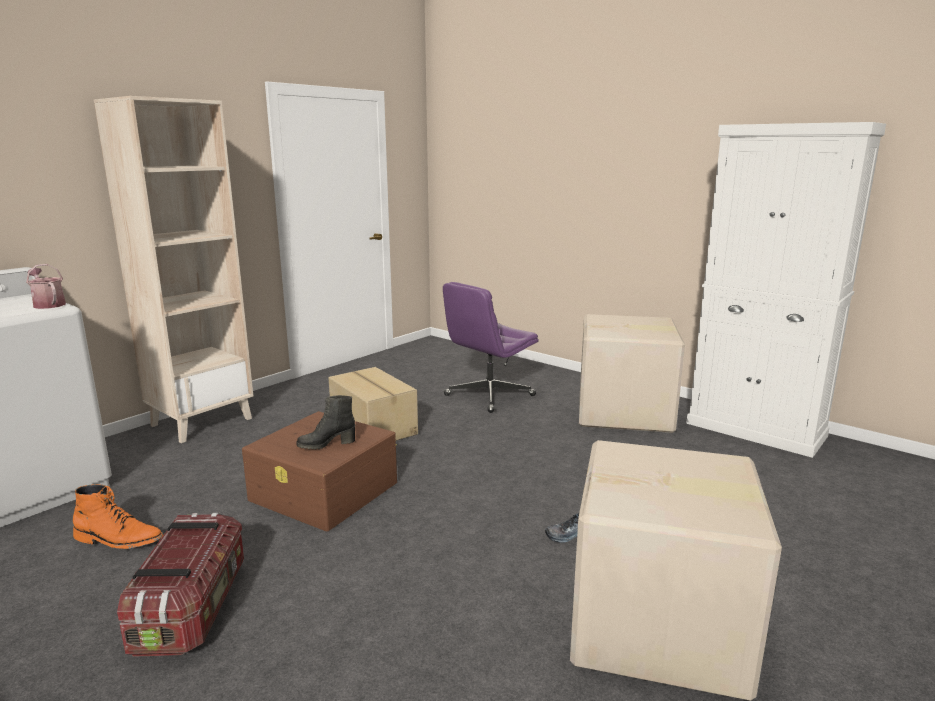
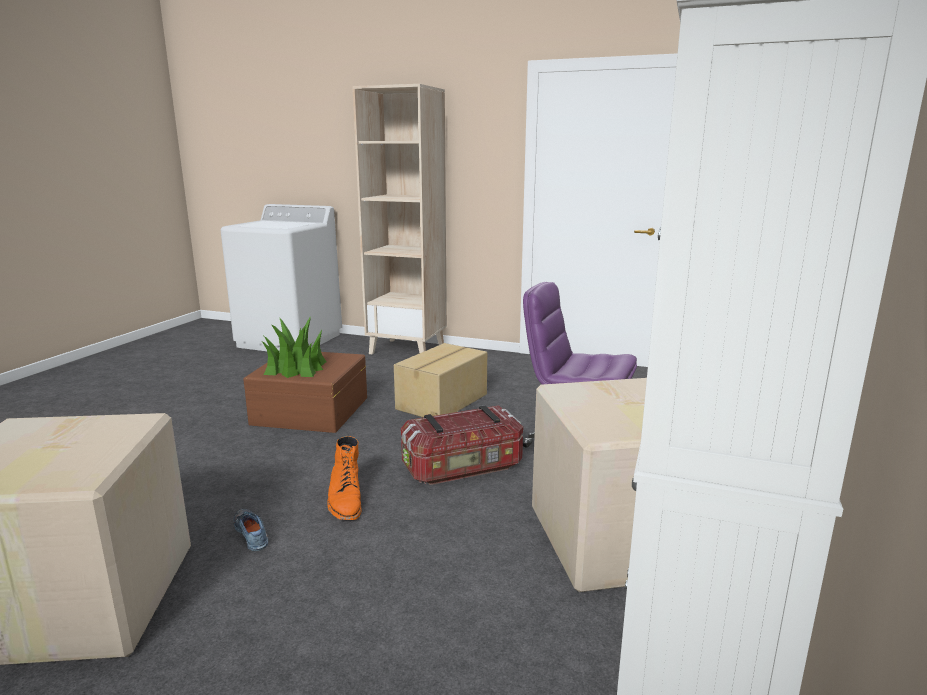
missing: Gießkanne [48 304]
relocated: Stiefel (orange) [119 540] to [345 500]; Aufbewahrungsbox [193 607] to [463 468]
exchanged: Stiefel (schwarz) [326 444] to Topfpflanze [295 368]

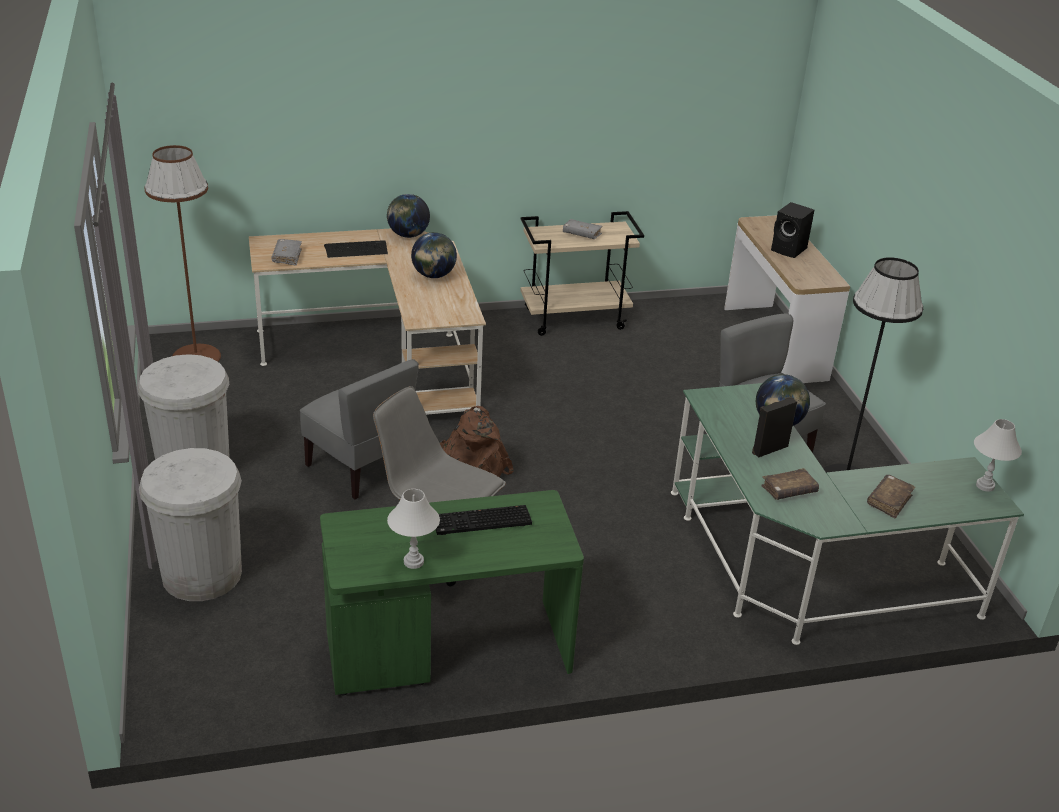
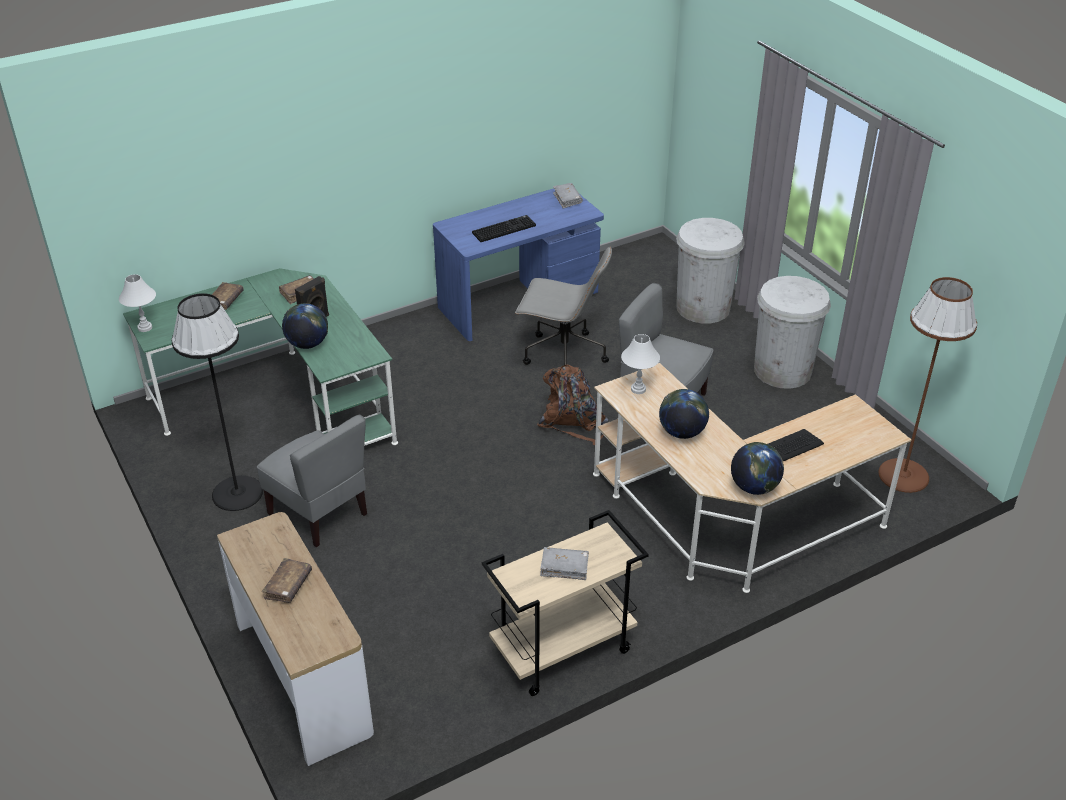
relocated: Buch (grau) [287 257] to [567 199]; Tischlampe (weiß) [414 562] to [638 389]
exchanged: Lautsprecher (schwarz) [790 250] to Buch (braun) [288 586]
colour: Schreibtisch (grün) [448 650] to Schreibtisch (blau) [519 301]

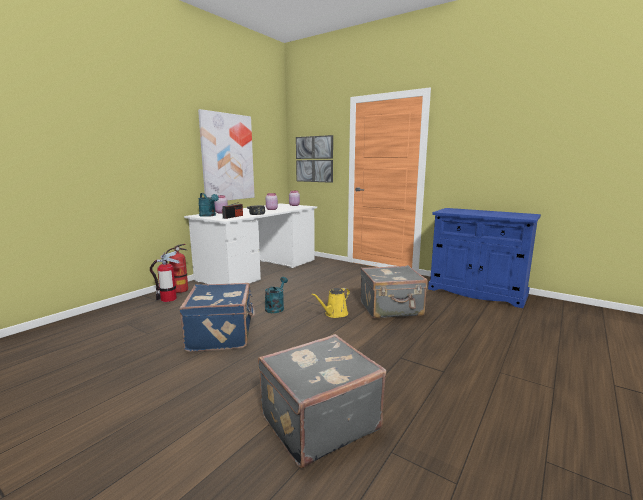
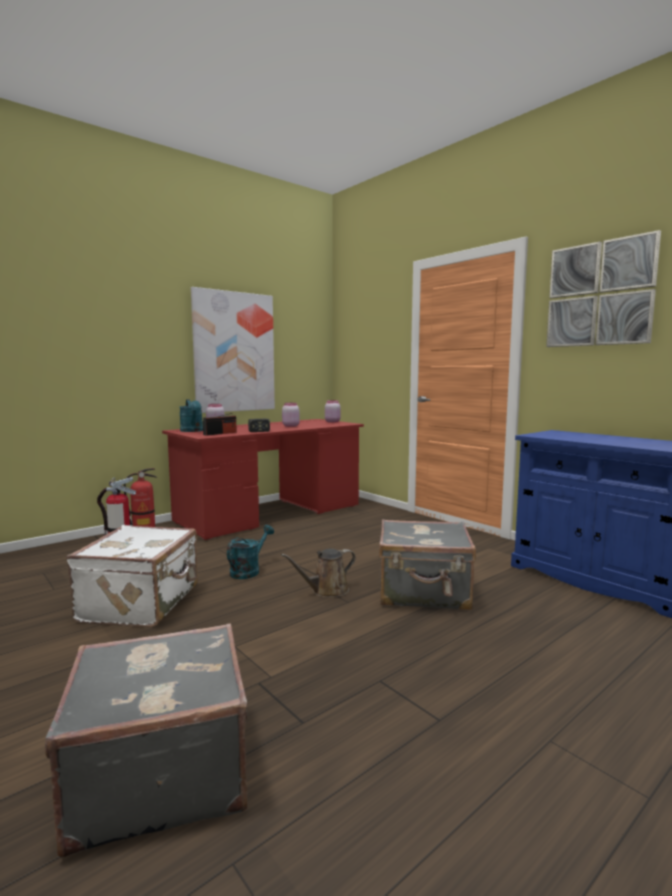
relocated: Bild [314 159] to [599 294]
colour: Schreibtisch (weiß) [259 270] to Schreibtisch (rot) [270 513]; Koffer (blau) [222 335] to Koffer (weiß) [142 603]; Gießkanne (gelb) [334 314] to Gießkanne (braun) [326 591]

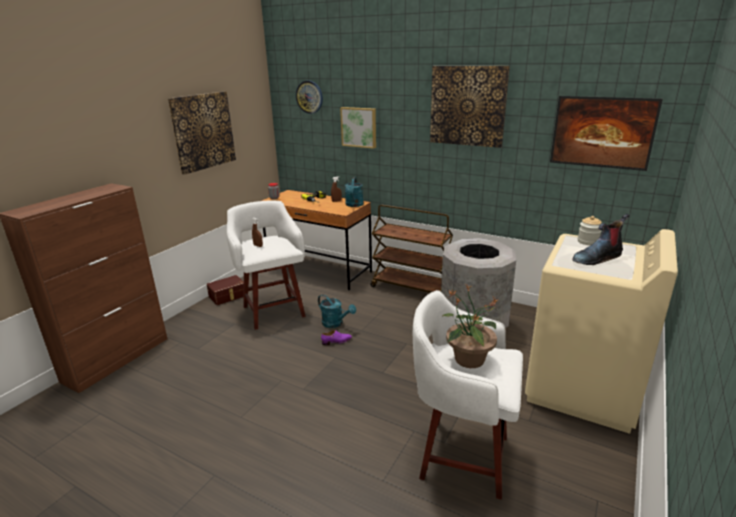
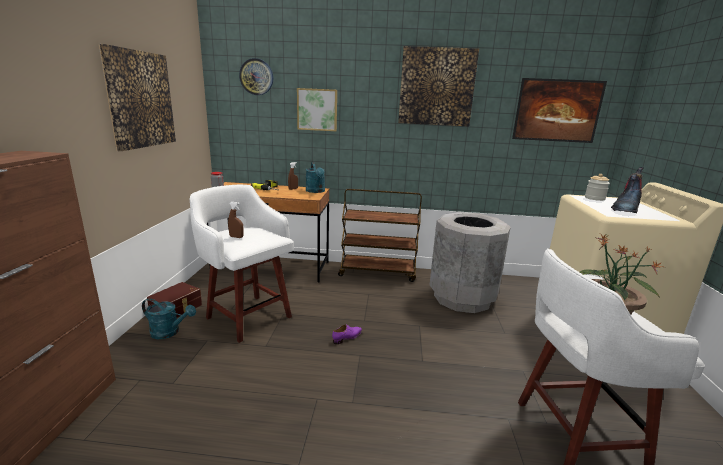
relocated: Gießkanne (türkis) [335 323] to [169 332]

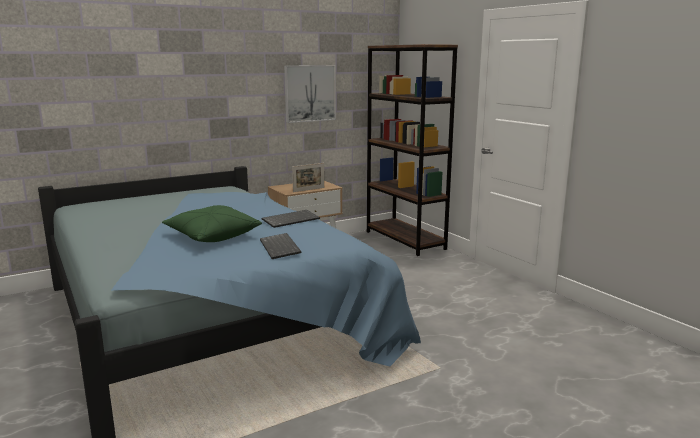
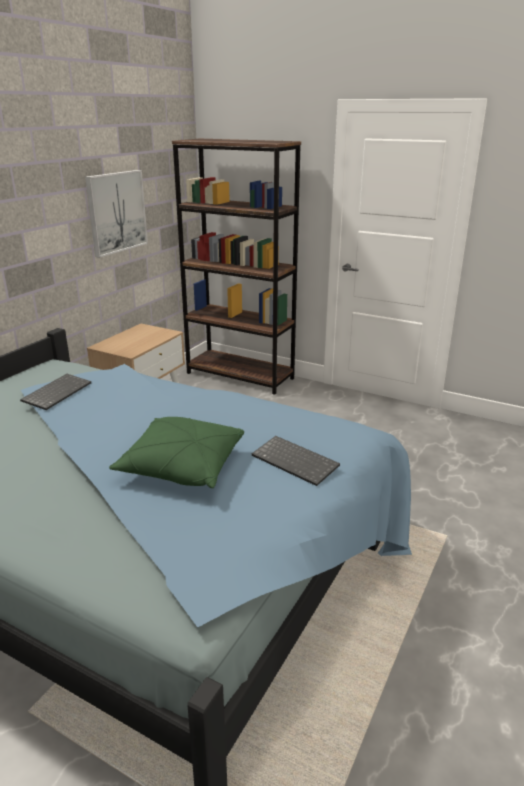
missing: Bilderrahmen [308 189]
relocated: Tastatur [291 220] to [57 392]

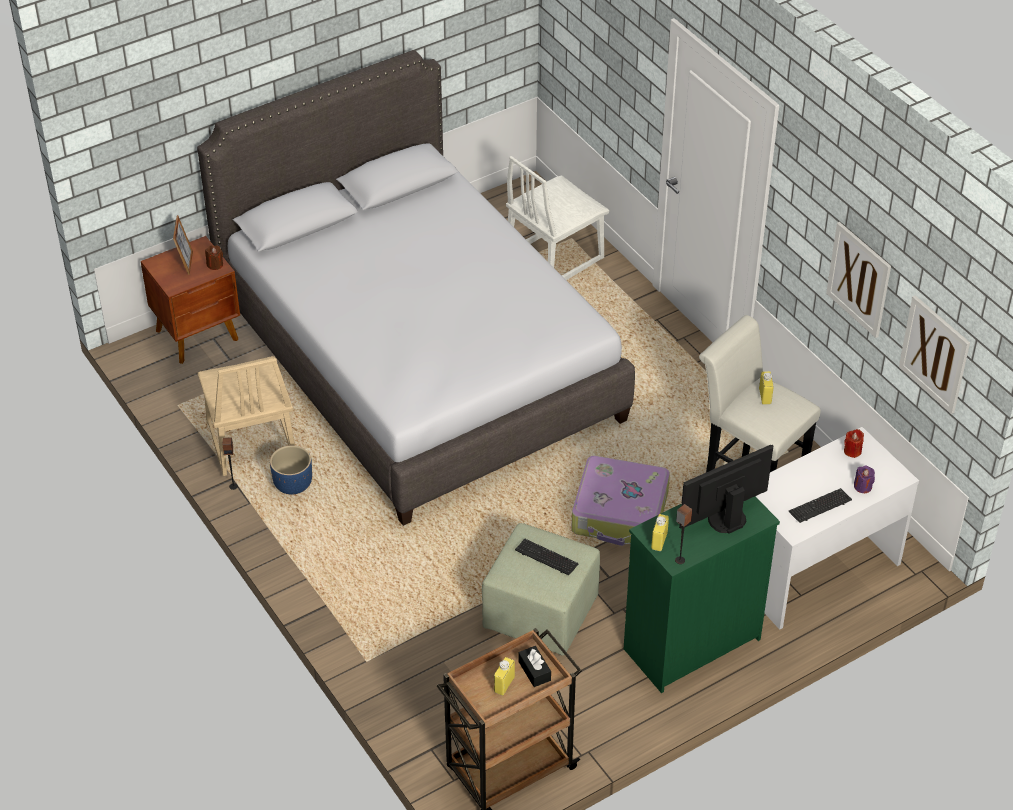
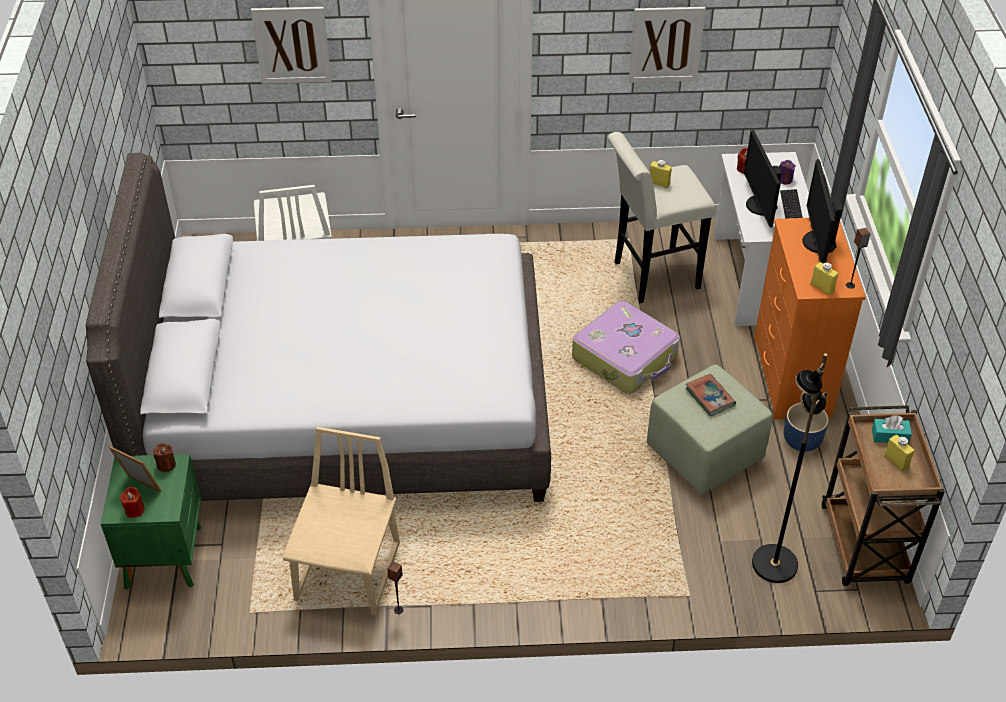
appeared: Monitor [760 205]; Stehlampe (schwarz) [773 564]; Kerze (rot) [134 510]
relocated: Bild [934 354] to [292 45]; Pflanzkübel (blau) [292 484] to [801 441]
exchanged: Tastatur [546 558] to Buch [710 397]
colour: Nachttisch (braun) [198 336] to Nachttisch (grün) [165 556]; Kommode (grün) [690 644] to Kommode (orange) [791 378]; Taschentuchbox (schwarz) [534 671] to Taschentuchbox (türkis) [890 436]
spun: Stuhl (beige) [250 442] = [349 572] 90 degrees counterclockwise

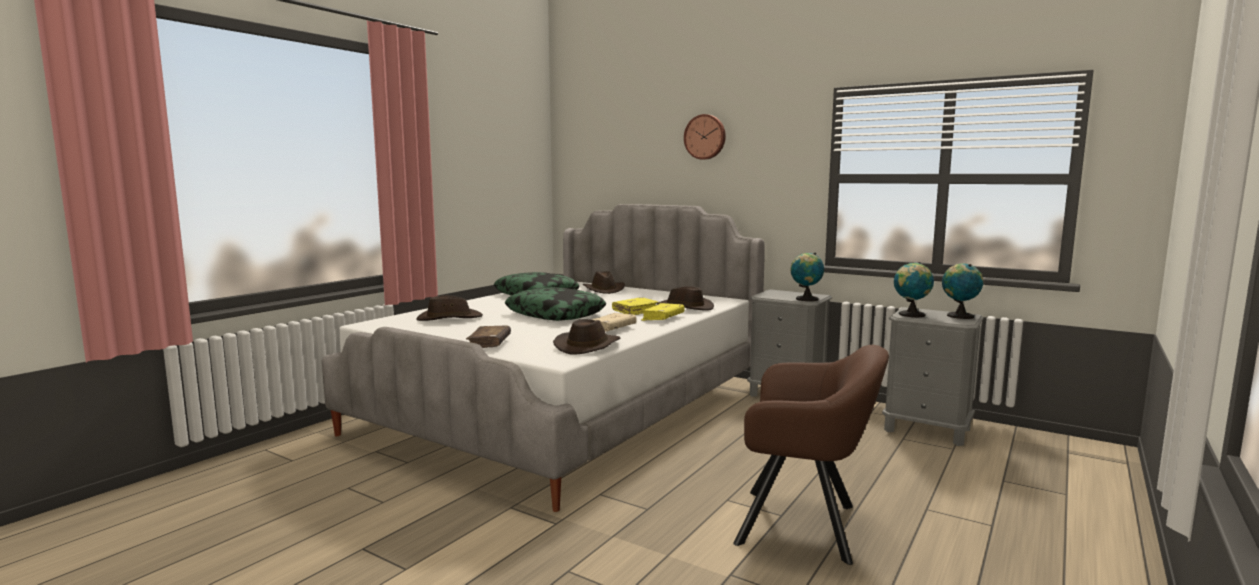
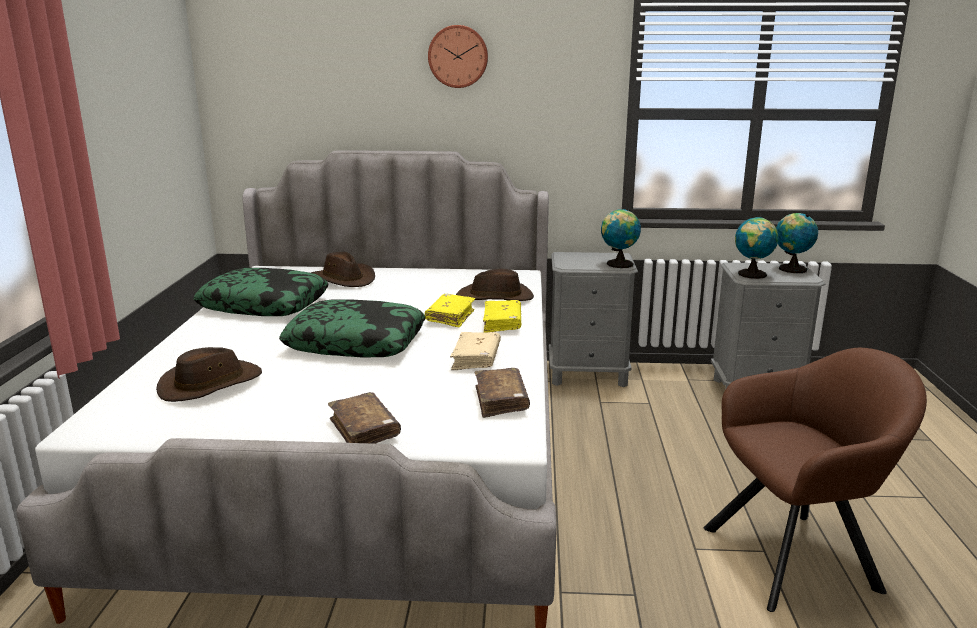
exchanged: Hut (braun) [588 346] to Buch (braun) [501 400]

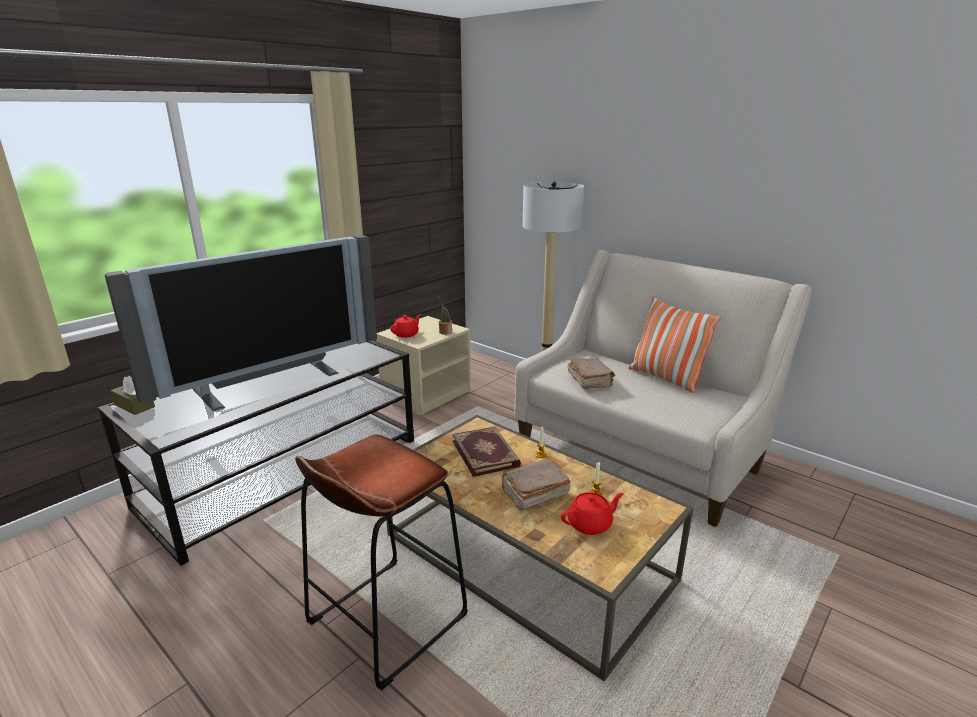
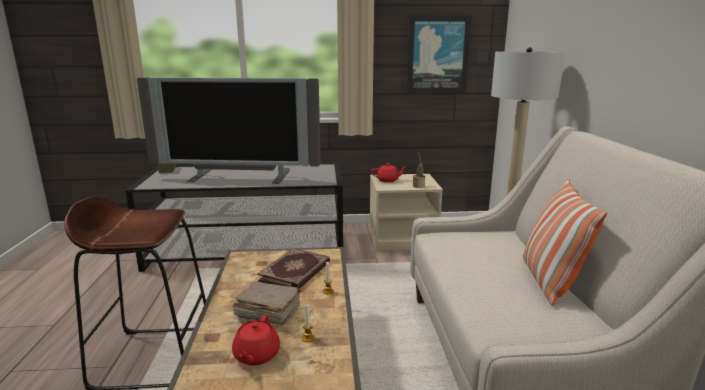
missing: Buch (braun) [589 381]
appeared: Bild [437 55]
spun: Teekanne (rot) [590 524] = [256 355] 75 degrees clockwise

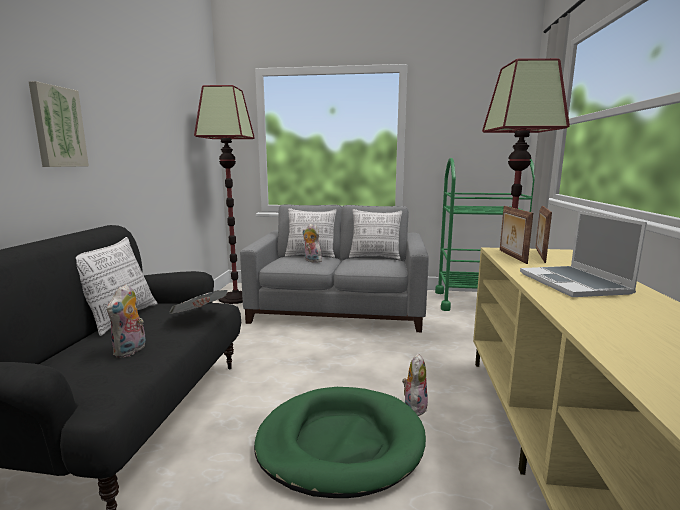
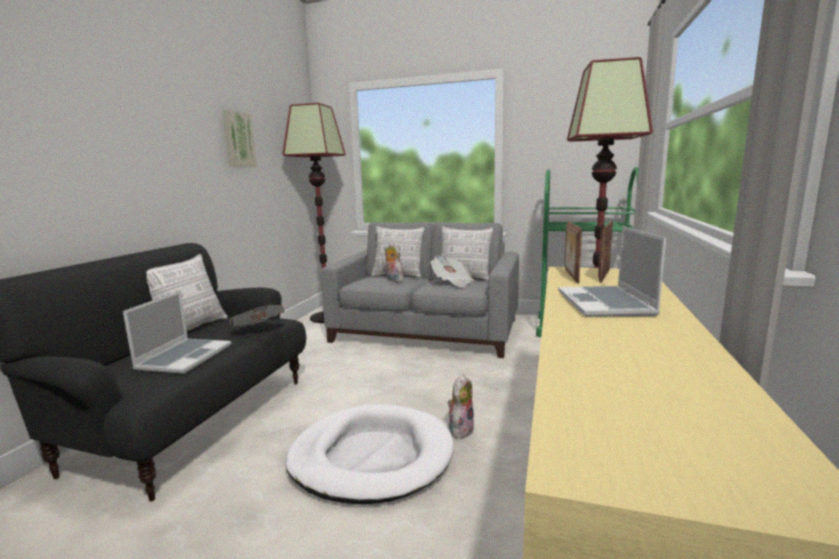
appeared: Zeitung [452 282]
relocated: Bild [57 127] to [238 140]
exchanged: Plüschtier [131 351] to Laptop [184 357]
colour: Hundebett (grün) [340 443] to Hundebett (weiß) [371 457]

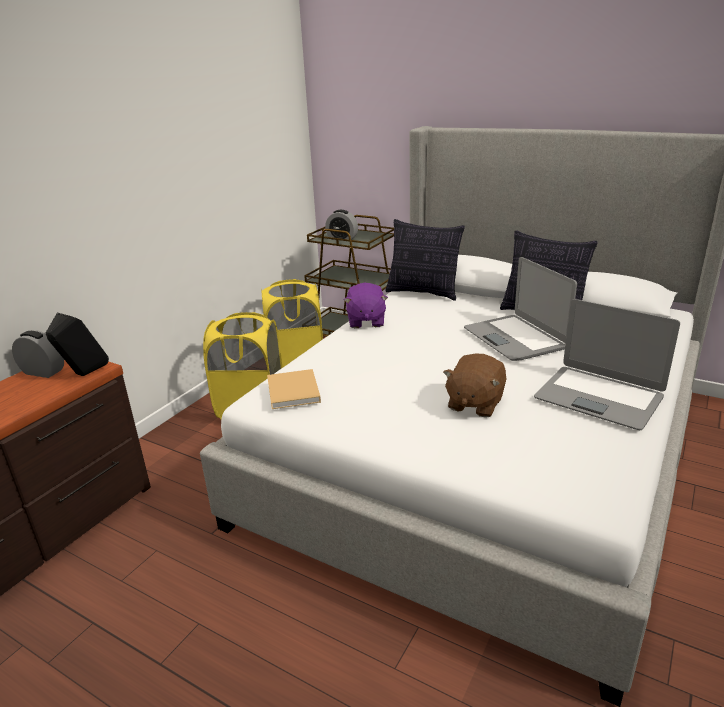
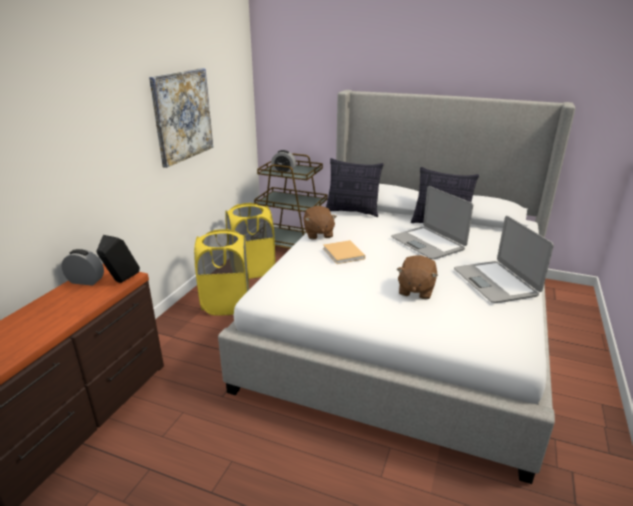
appeared: Bild [182 116]
relocated: Buch (beige) [293 392] to [344 254]
colour: Plüschtier (lila) [365 321] to Plüschtier (braun) [318 234]
spun: Laptop [599 397] = [496 282] 45 degrees clockwise

